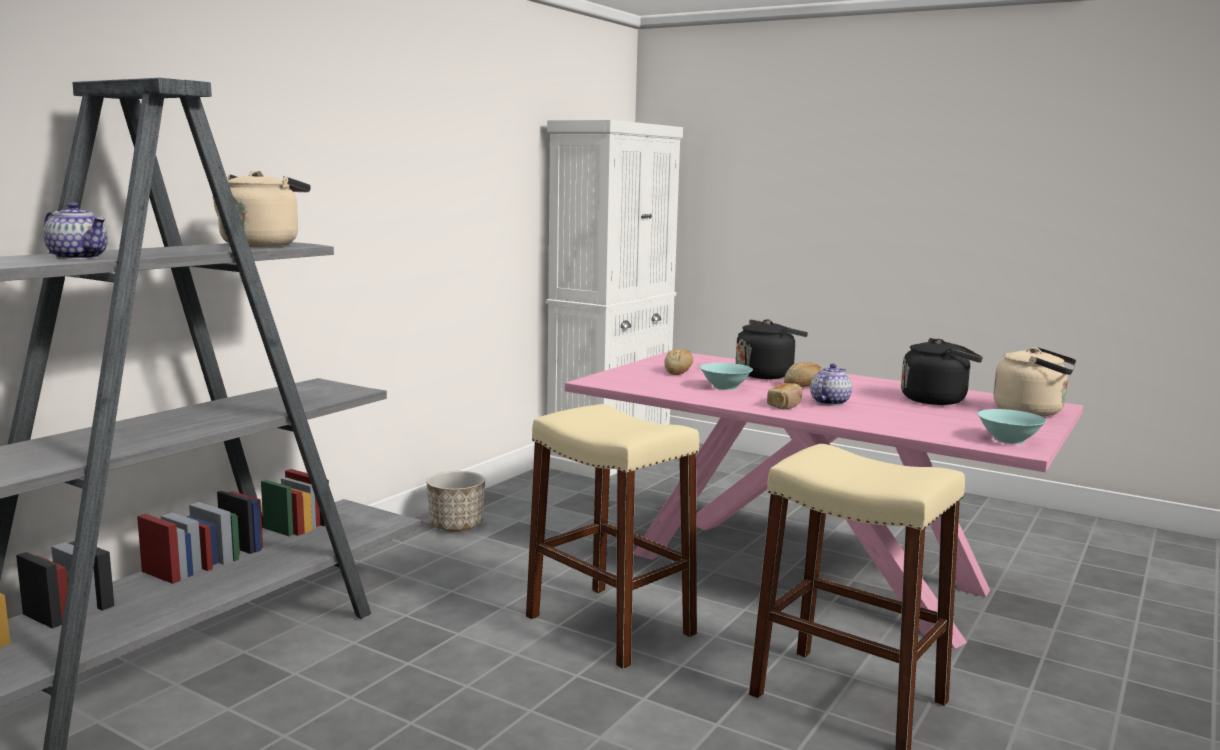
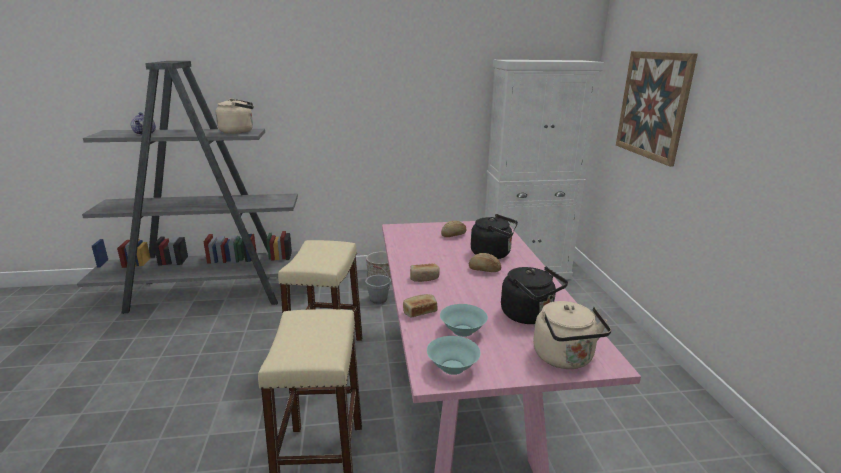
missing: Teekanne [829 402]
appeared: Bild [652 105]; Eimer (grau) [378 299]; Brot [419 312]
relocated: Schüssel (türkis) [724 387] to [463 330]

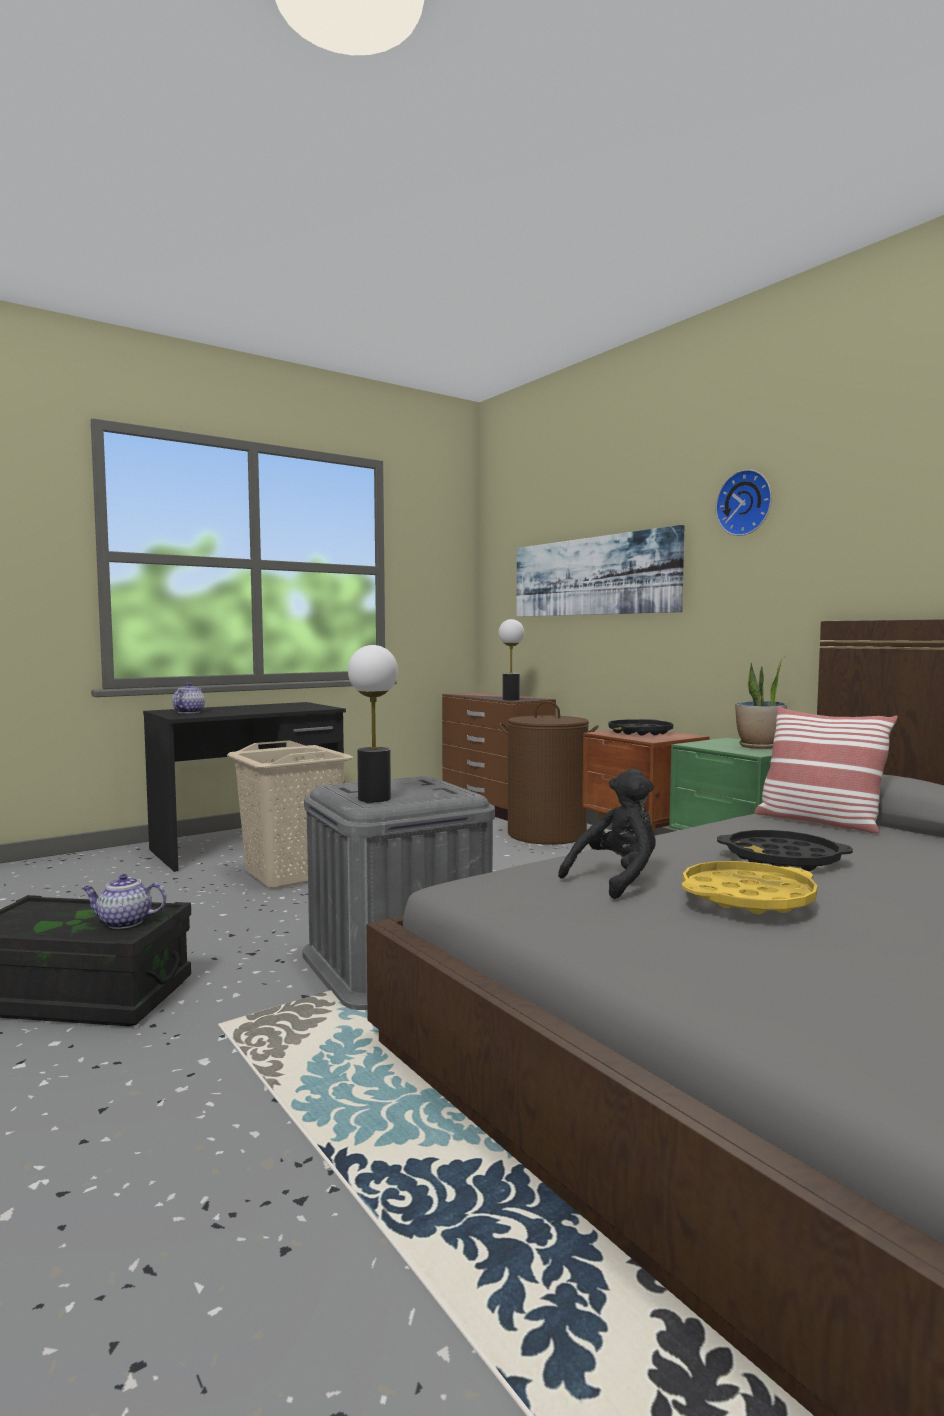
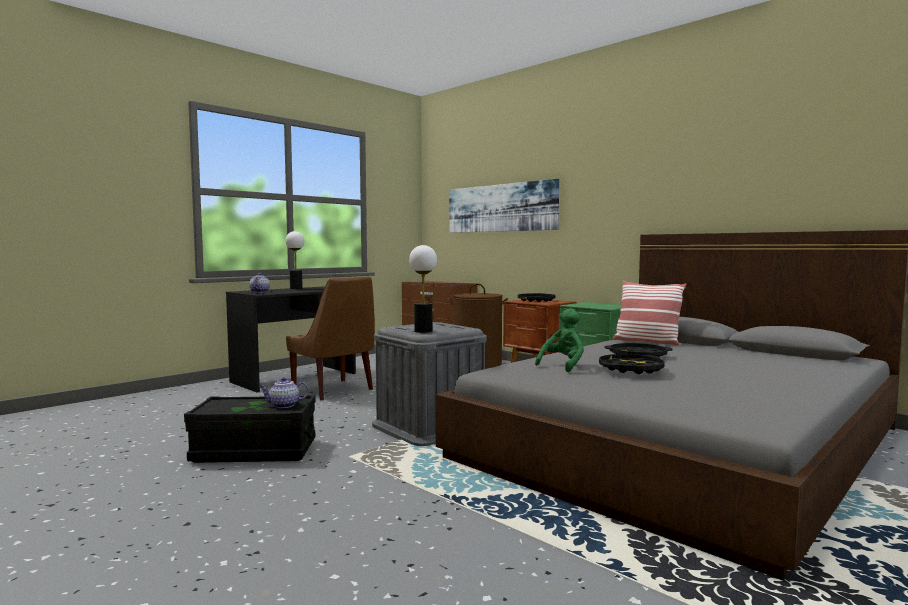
missing: Wanduhr [746 503]; Topfpflanze [759 747]
relocated: Tischlampe [510 699] to [296 288]
exchanged: Wäschekorb (beige) [291 874] to Stuhl (braun) [334 390]
colour: Plüschtier (schwarz) [617 879] to Plüschtier (grün) [563 365]; Tablett (gelb) [747 898] to Tablett (schwarz) [630 369]

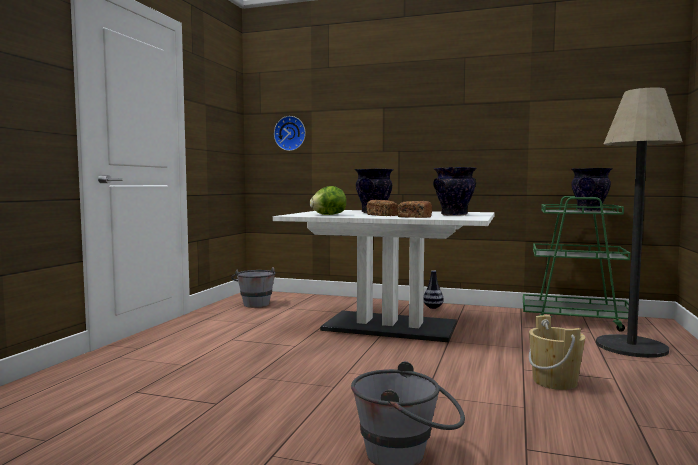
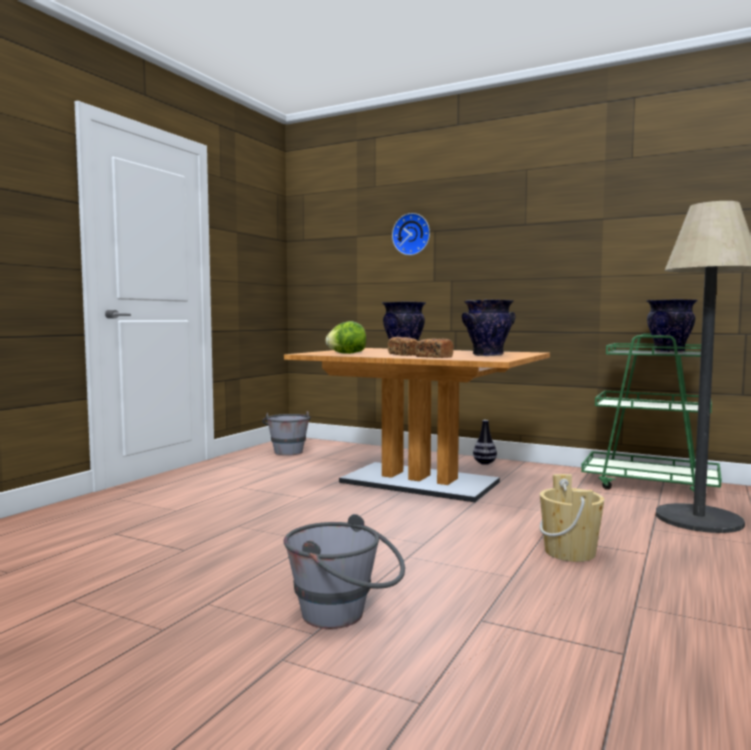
relocated: Wanduhr [290 133] to [412 234]
colour: Esstisch (weiß) [390 327] to Esstisch (braun) [419 482]

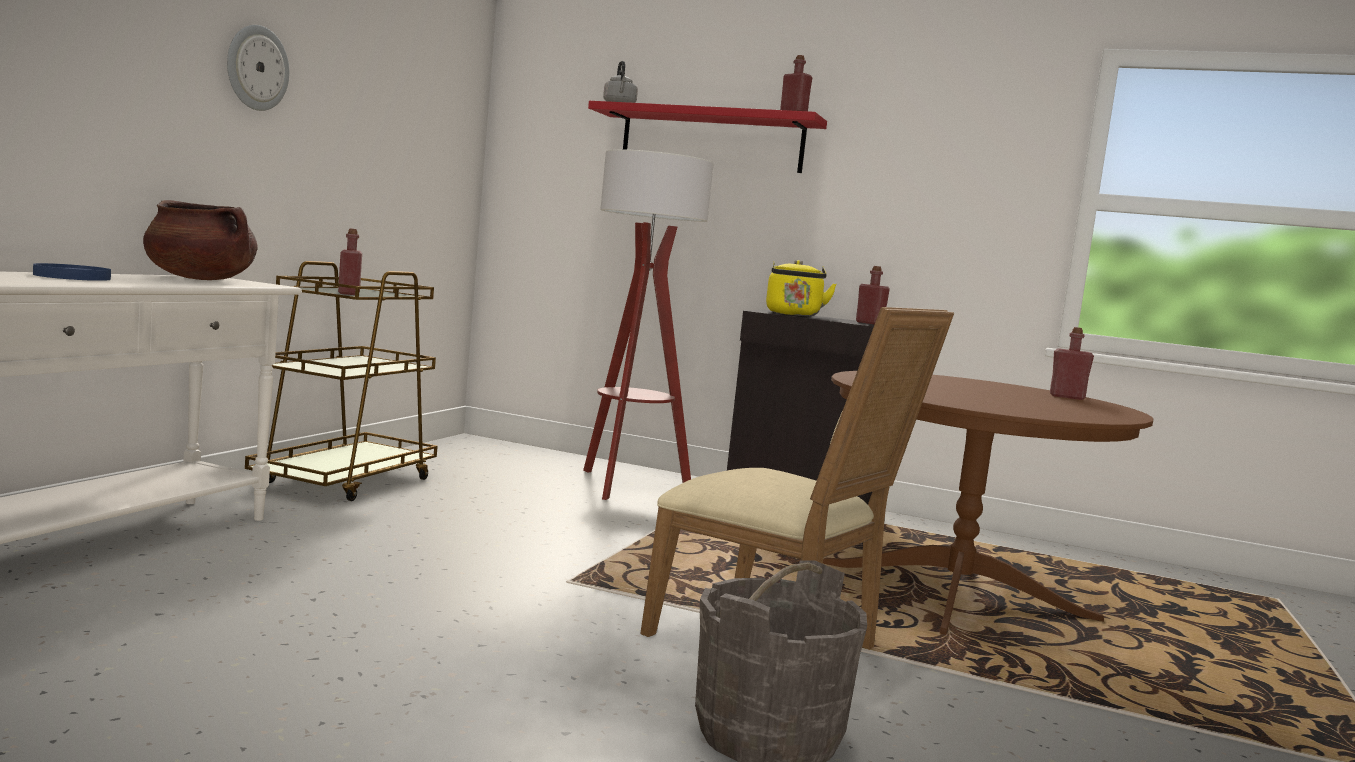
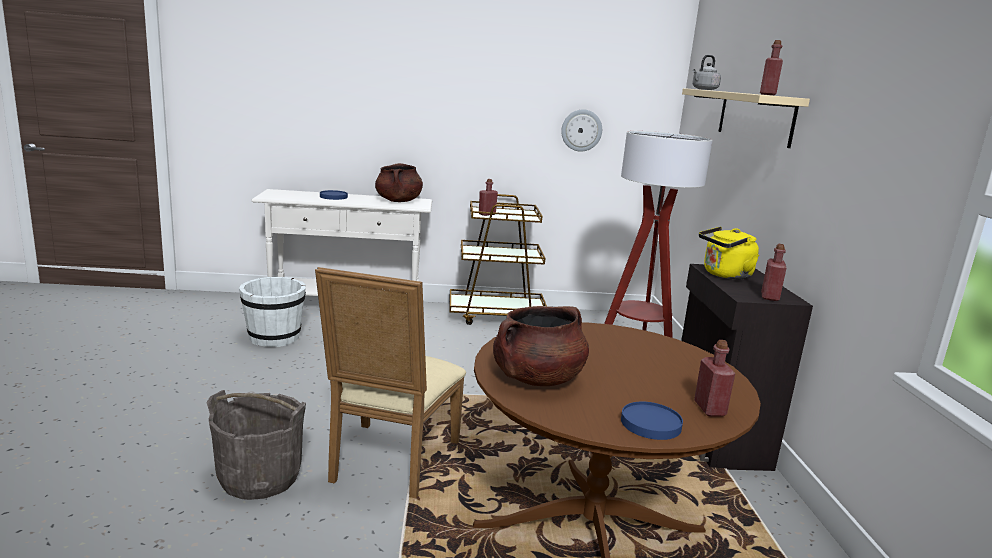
appeared: Eimer (weiß) [274 338]; Kochtopf (braun) [537 378]; Teller (blau) [651 423]
relocated: Wanduhr [256 68] to [581 130]
colour: Wandregal (rot) [711 140] to Wandregal (beige) [755 116]

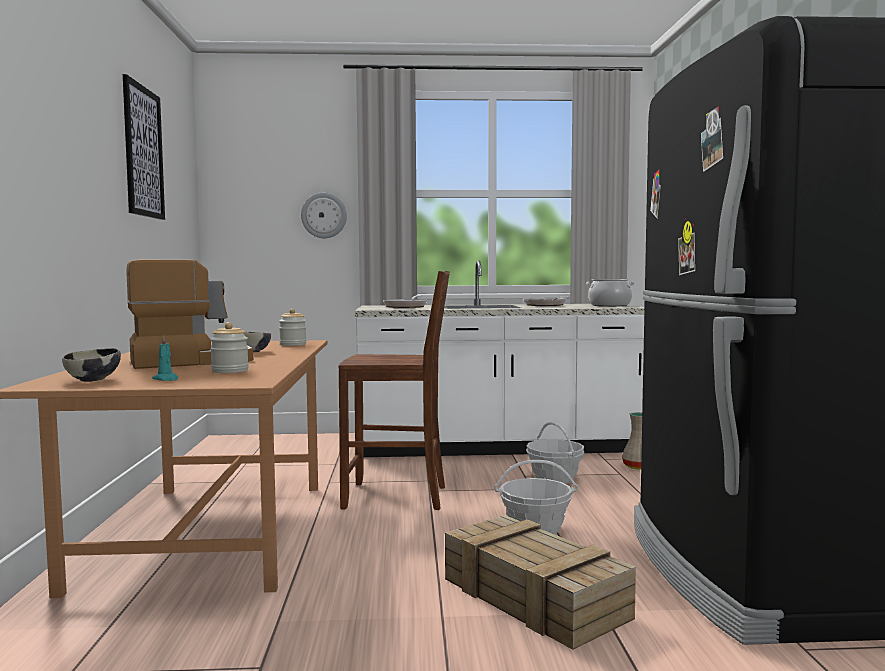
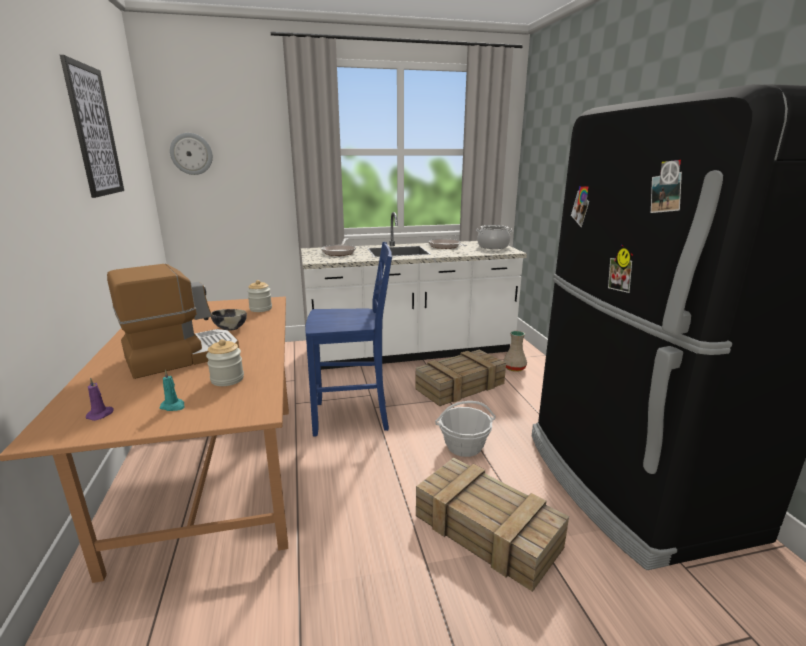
relocated: Wanduhr [324 215] to [191 154]
exchanged: Schüssel [93 380] to Kerze (lila) [101 414]; Korb [555 478] to Kiste [461 385]
colour: Stuhl (braun) [398 497] to Stuhl (blau) [353 417]

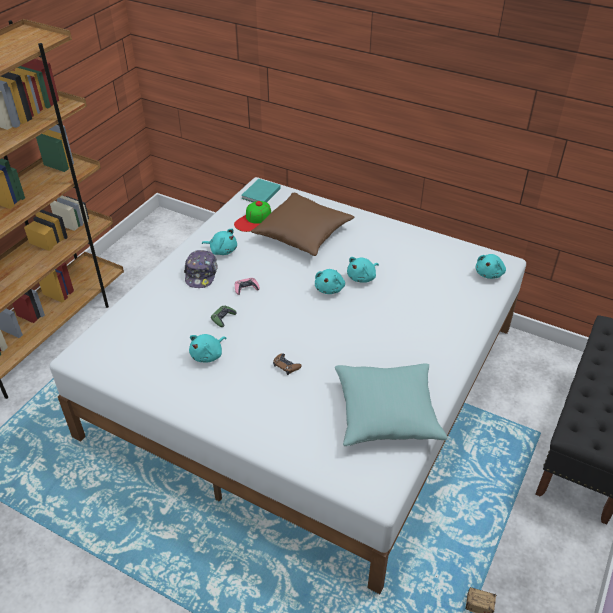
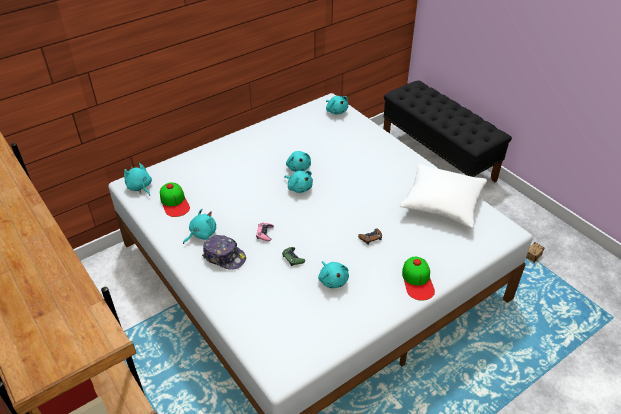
missing: Kissen (braun) [303 234]
appeared: Kappe [417 281]
exchanged: Buch (türkis) [260 194] to Plüschtier (türkis) [140 187]
colour: Kissen (türkis) [387 413] to Kissen (weiß) [442 203]

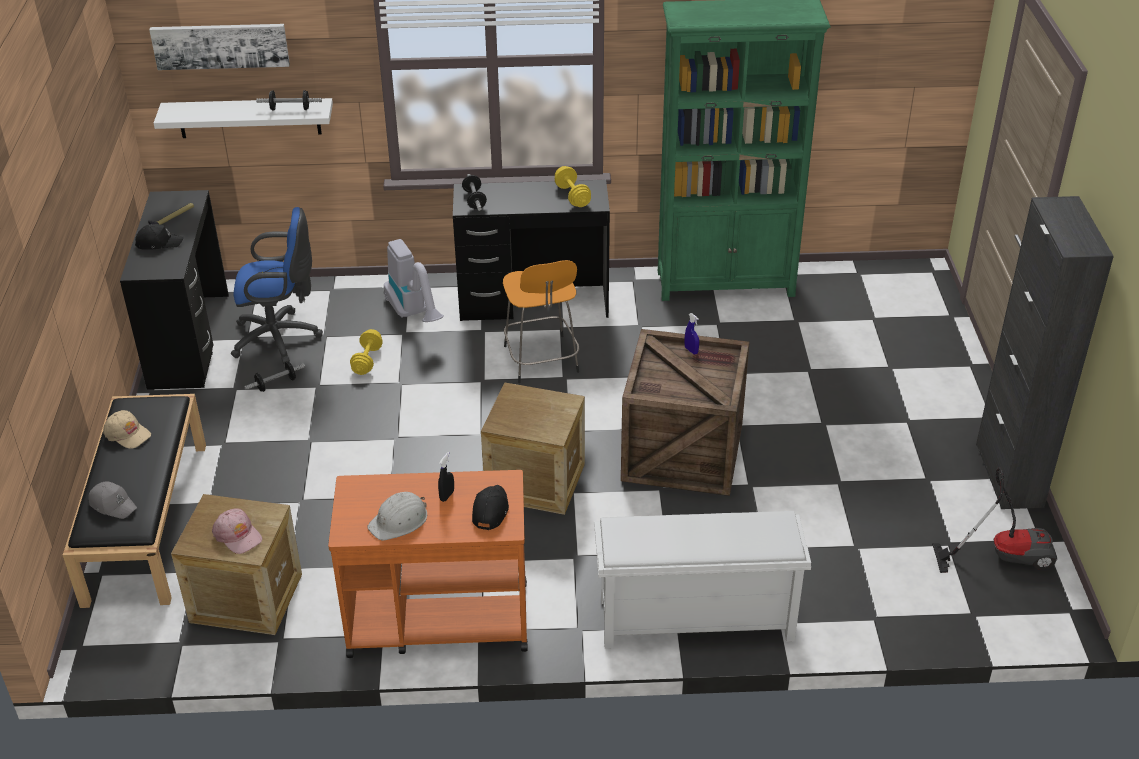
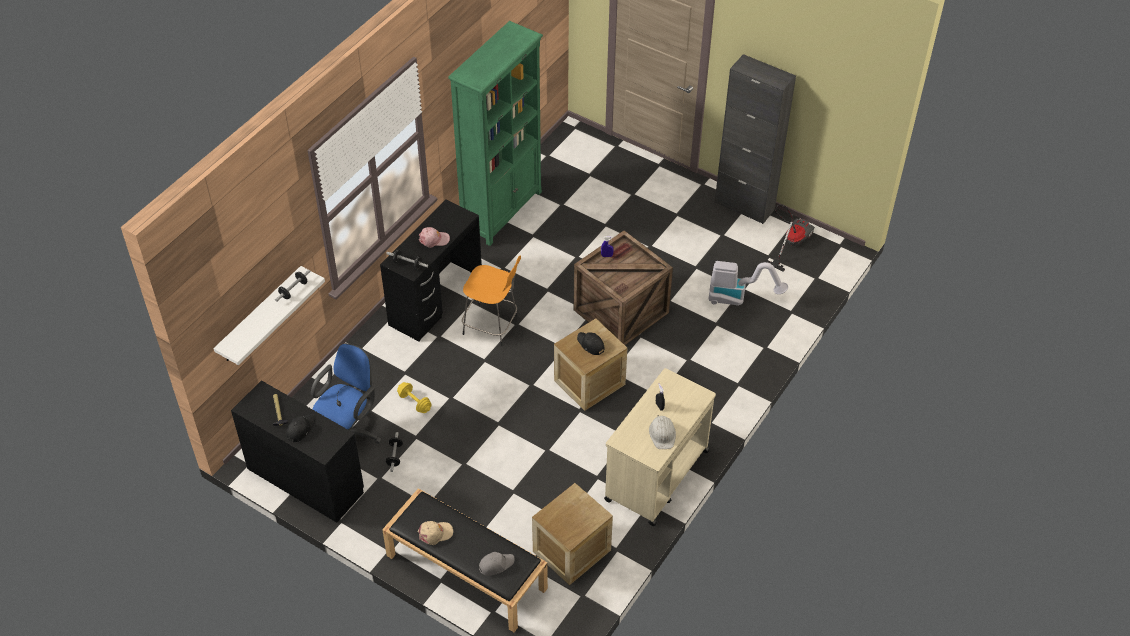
missing: Bild [220 45]; Hantel (gelb) [572 196]; Schuhregal (weiß) [694 621]
relocated: Staubsauger [414 314] to [739 298]; Kappe (schwarz) [490 510] to [590 345]; Kappe (rosa) [238 535] to [434 239]
colour: Rollwagen (orange) [437 619] to Rollwagen (beige) [656 476]

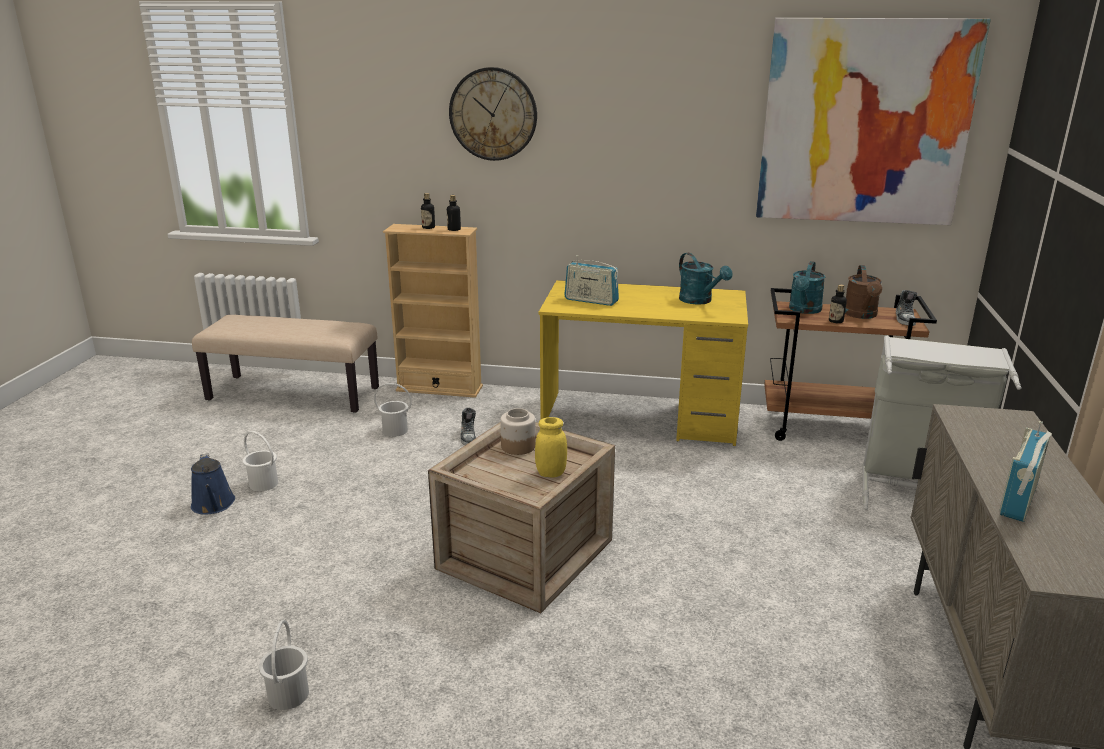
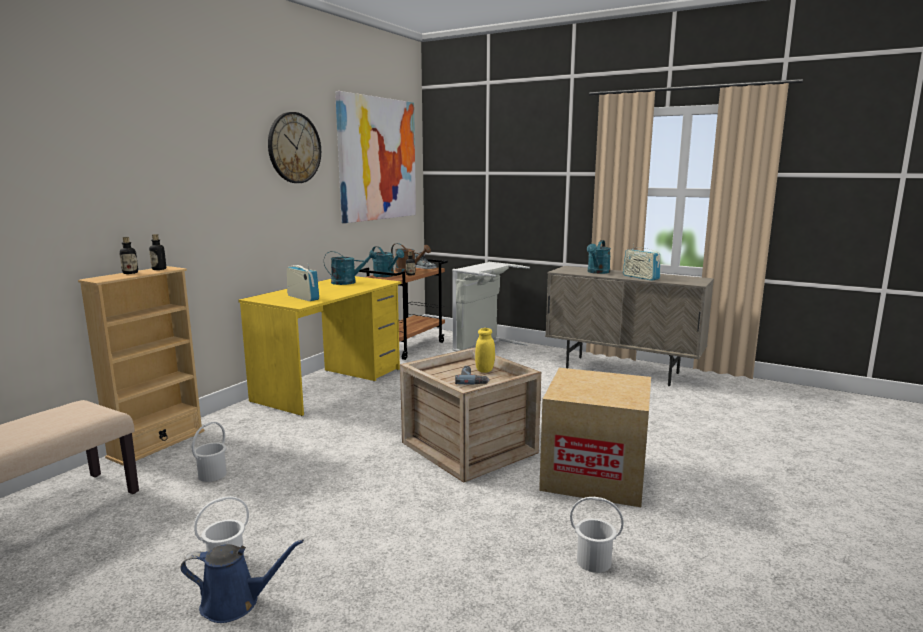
missing: Schuh [468 436]; Vorratsglas [517 446]
appeared: Gießkanne (türkis) [597 272]; Bohrmaschine [472 379]; Karton [594 475]
relocated: Wanduhr [493 114] to [294 148]
spun: Radio [591 301] = [303 297] 90 degrees counterclockwise

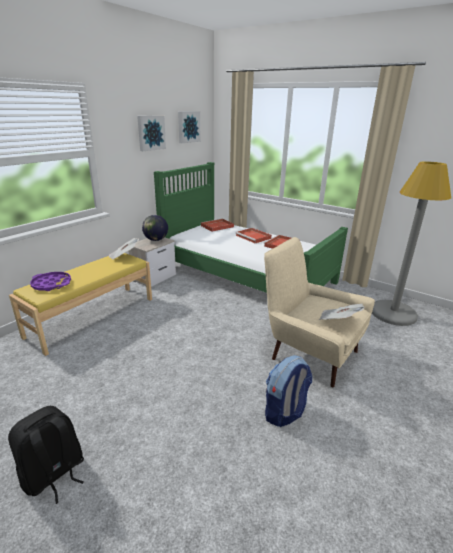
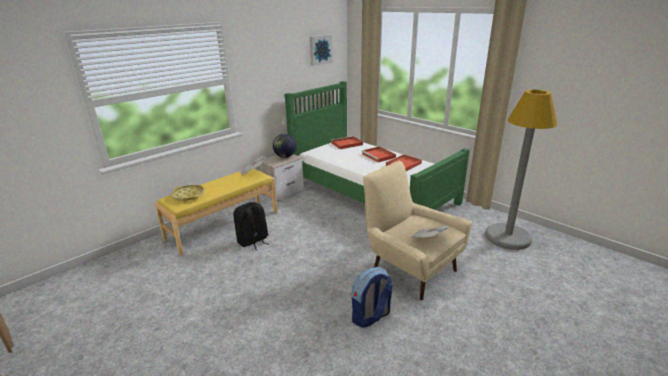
missing: Bild [150 133]
relocated: Rucksack (schwarz) [54 474] to [253 241]
colour: Tablett (lila) [51 284] to Tablett (gelb) [188 195]

